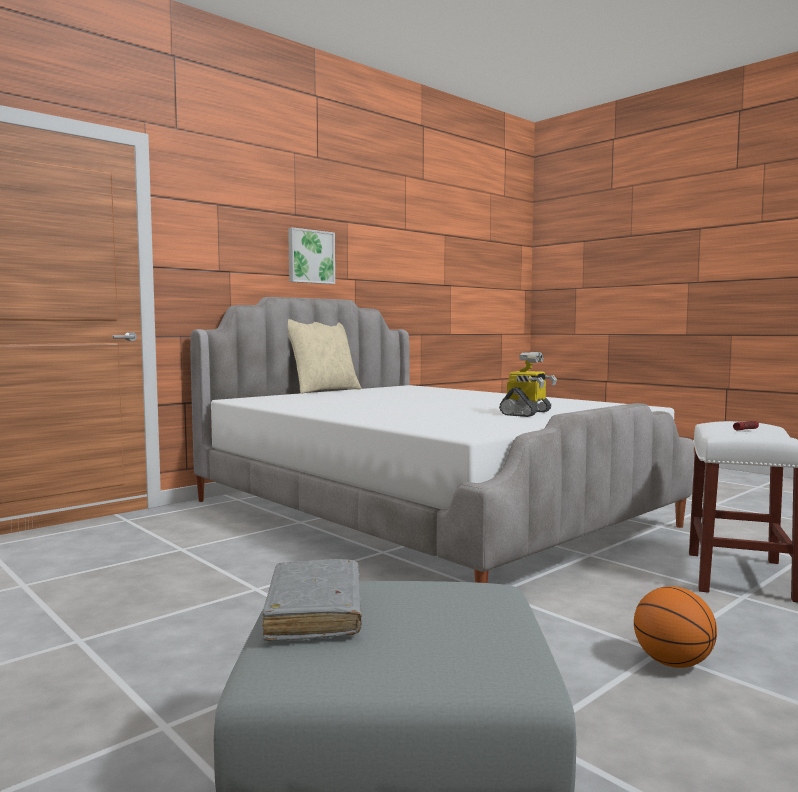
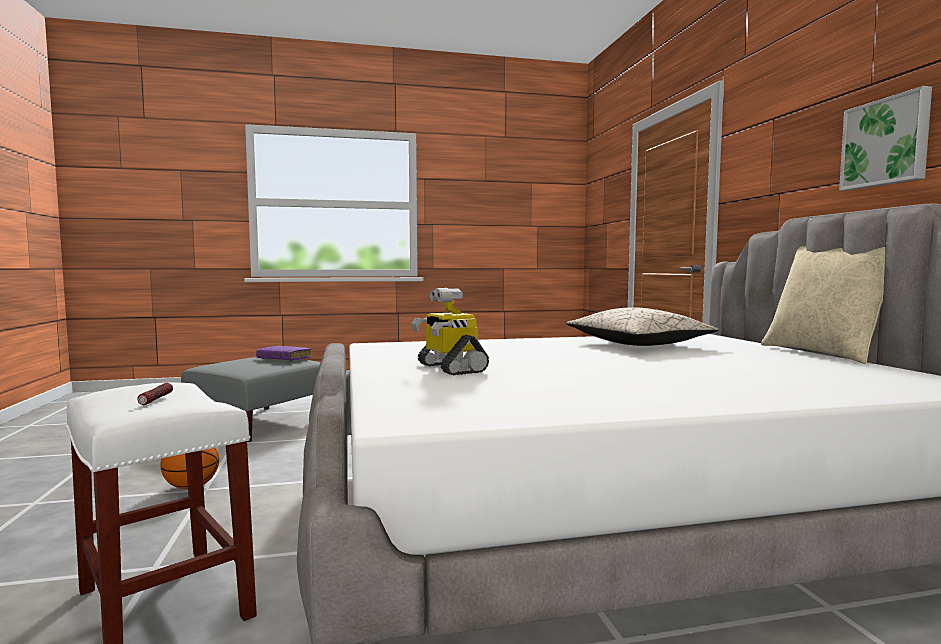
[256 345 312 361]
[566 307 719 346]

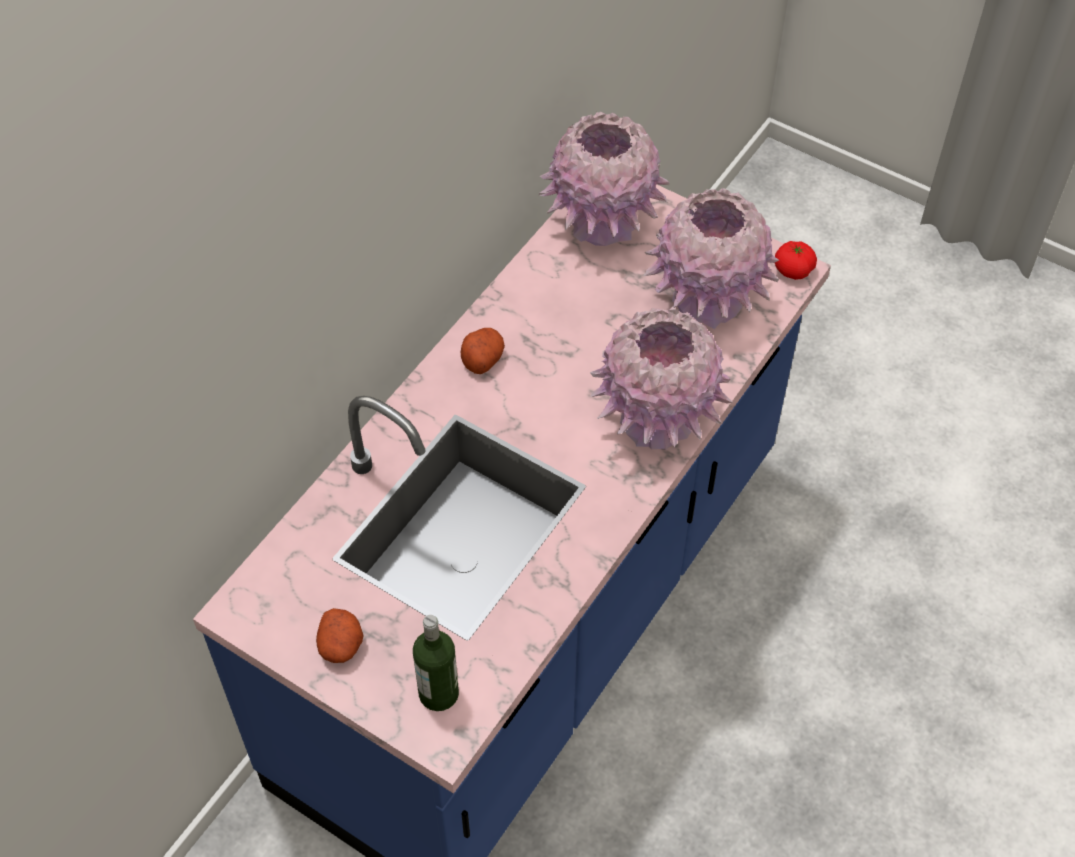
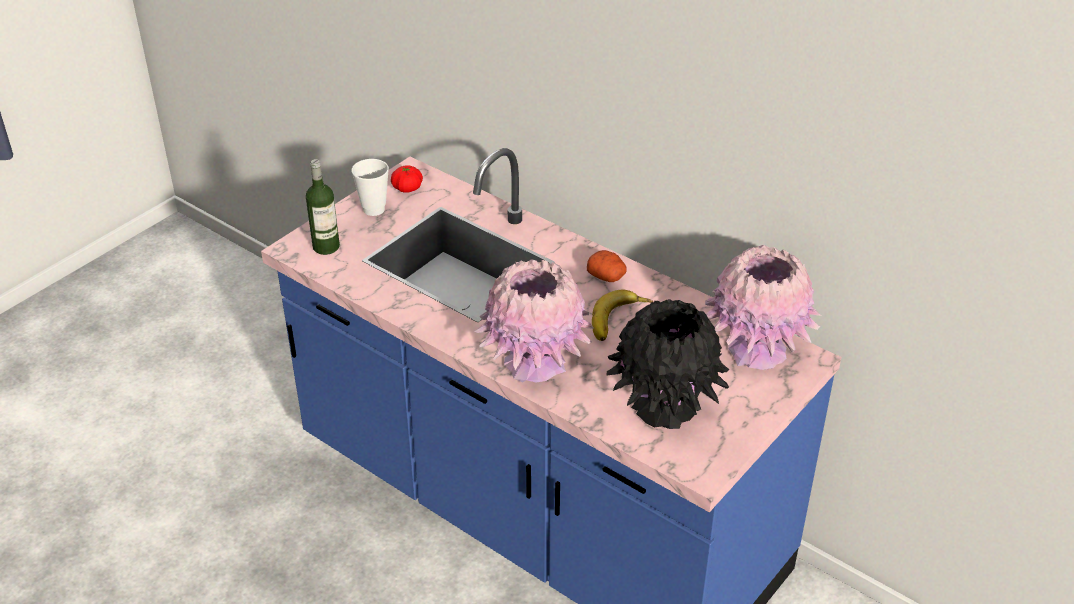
[352 159 389 216]
[607 299 729 429]
[391 165 423 193]
[592 290 653 341]

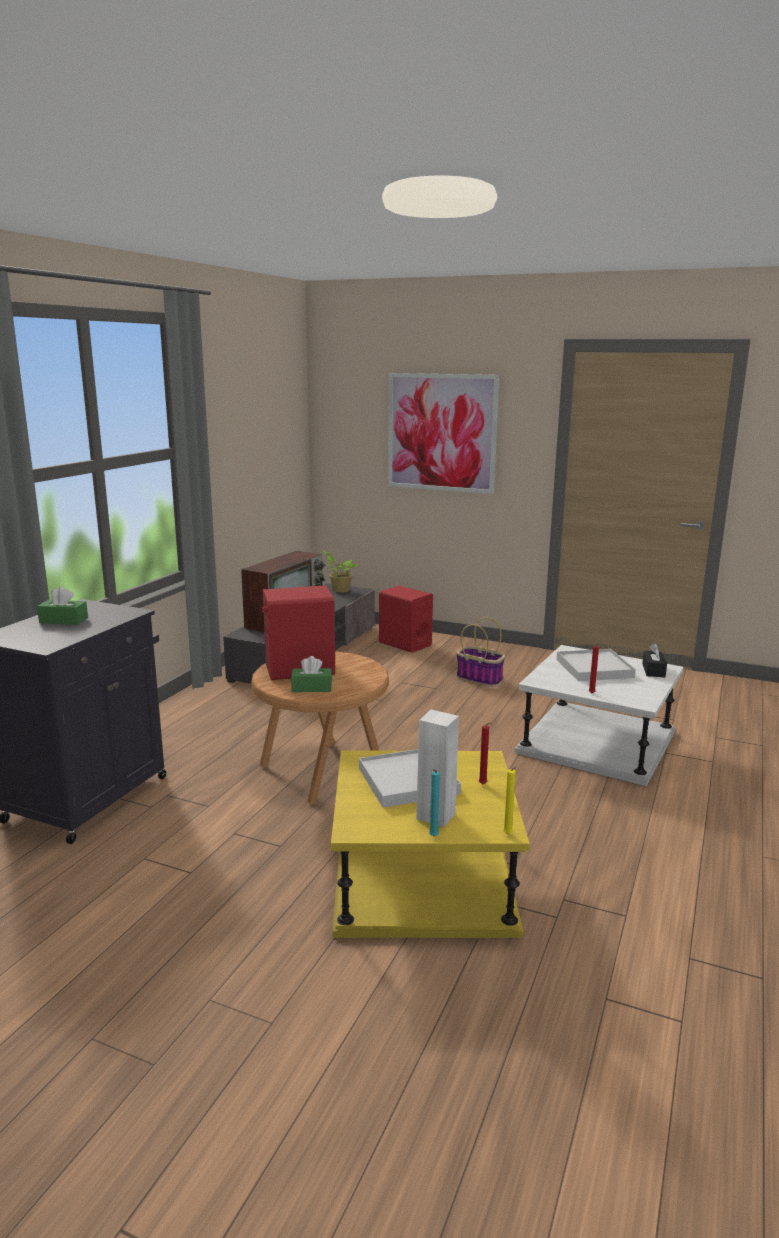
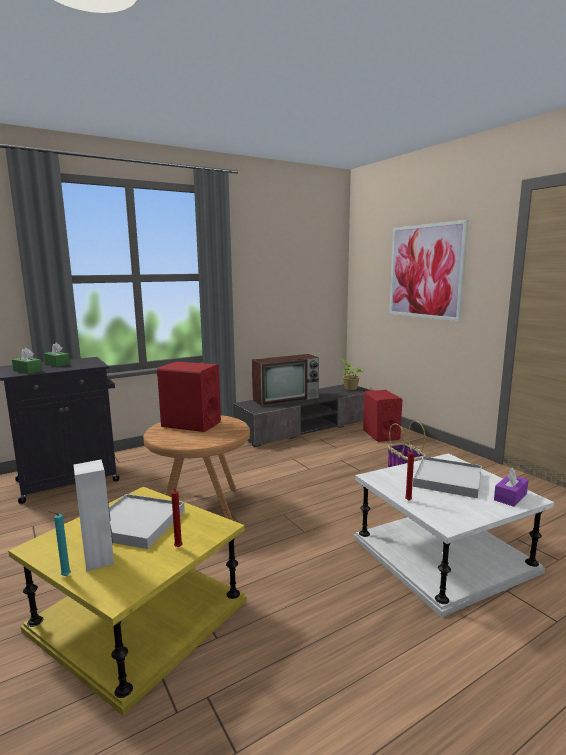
[12 348 43 374]
[503 767 516 834] (first image)
[494 468 529 507]

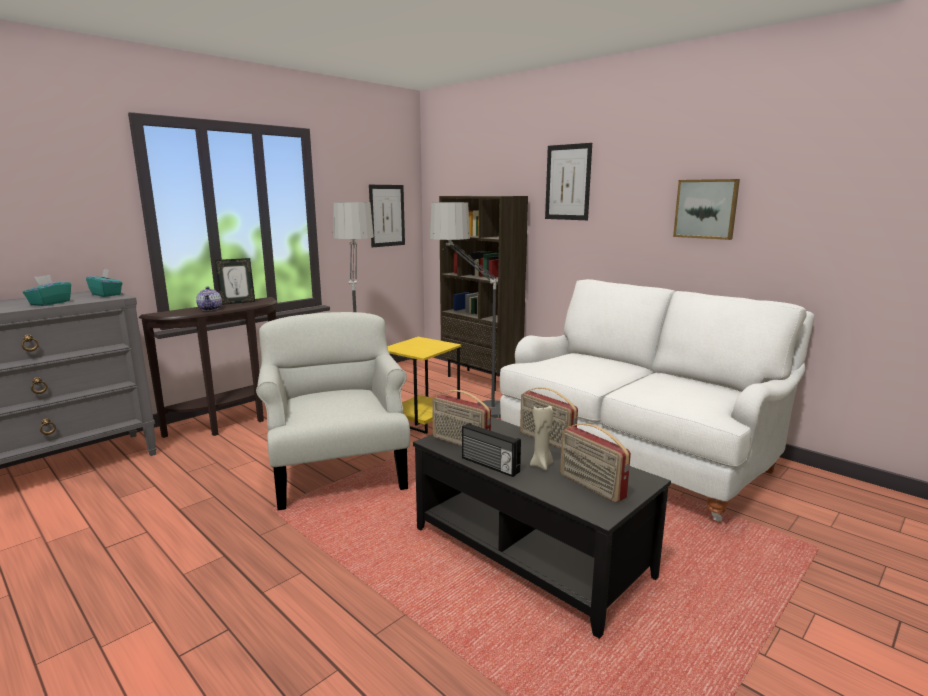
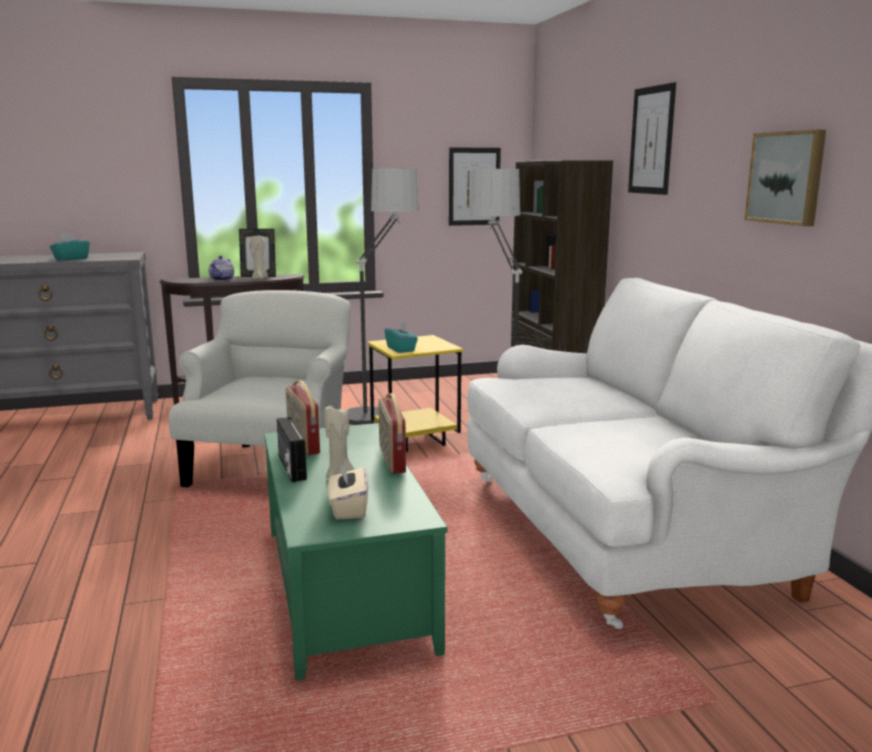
[384 321 418 353]
[264 423 448 681]
[328 462 368 519]
[251 236 268 279]

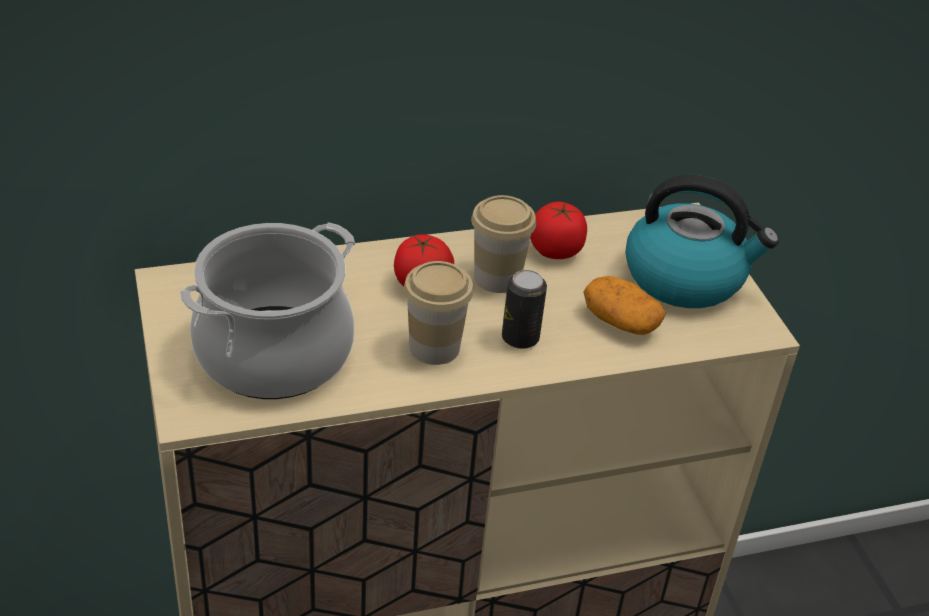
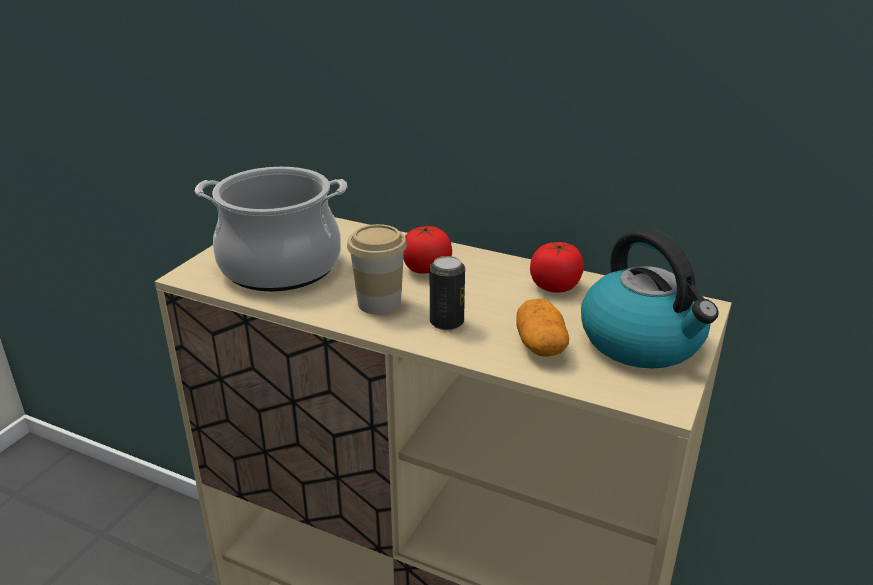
[471 195 536 293] (first image)

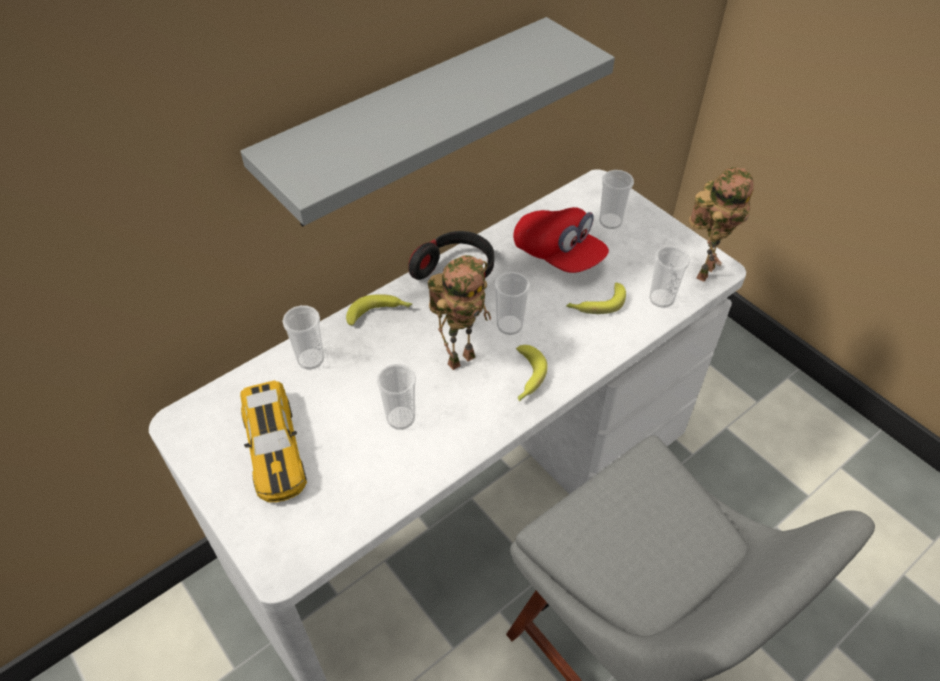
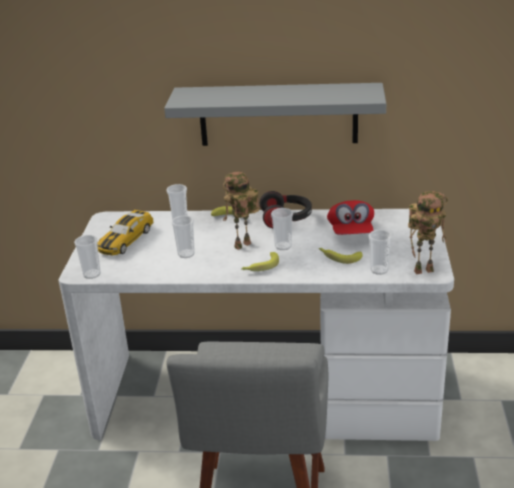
[223 171 259 250]
[74 235 101 279]

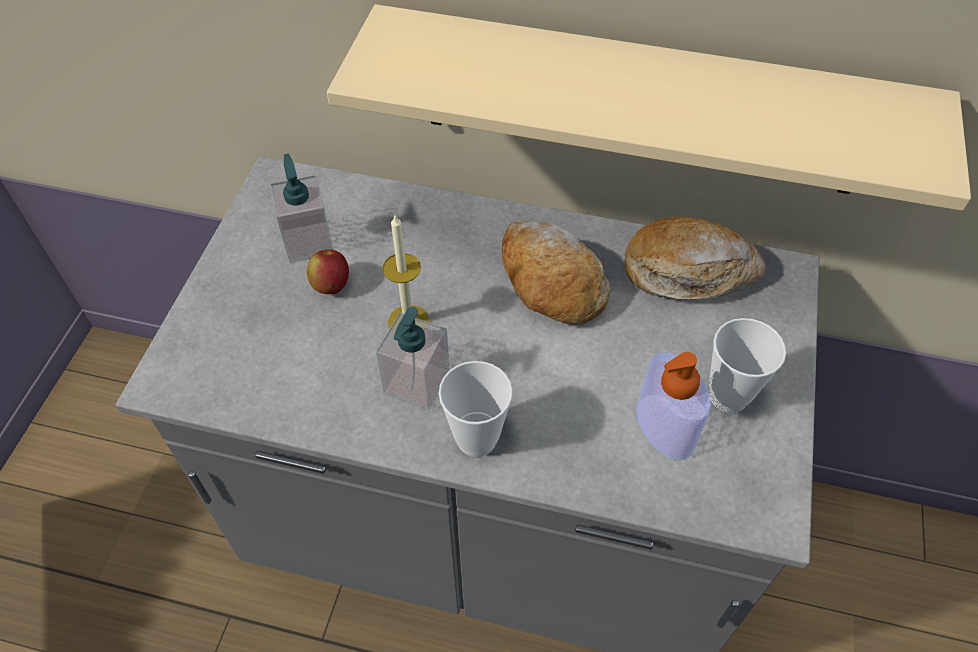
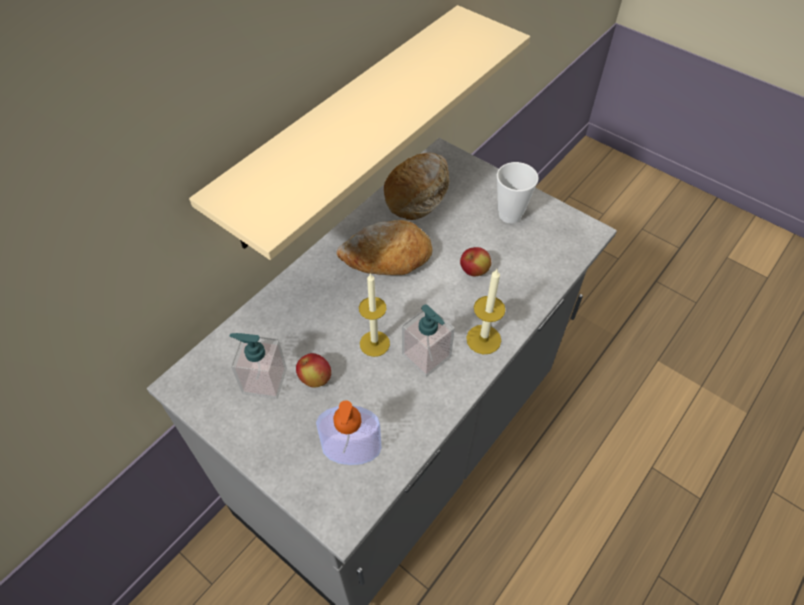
[466 269 505 354]
[316 400 382 465]
[460 247 491 276]

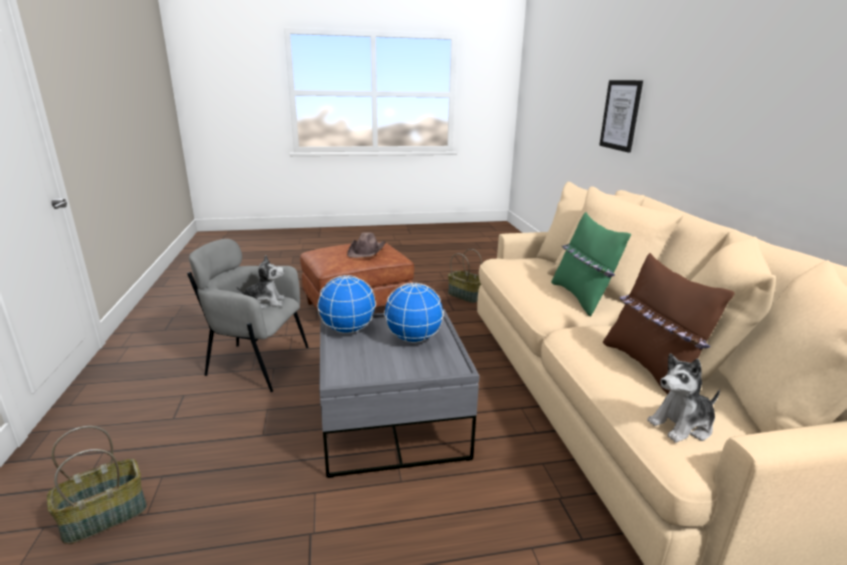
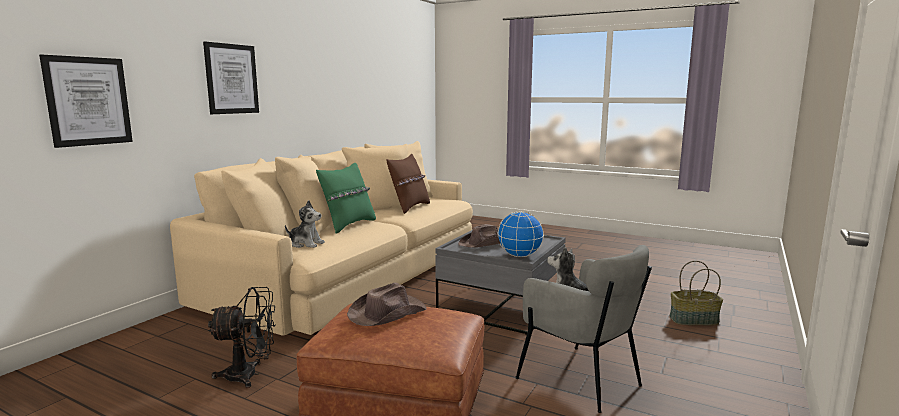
[458 224 501 248]
[208 287 276 388]
[285 200 325 248]
[203 41 259 114]

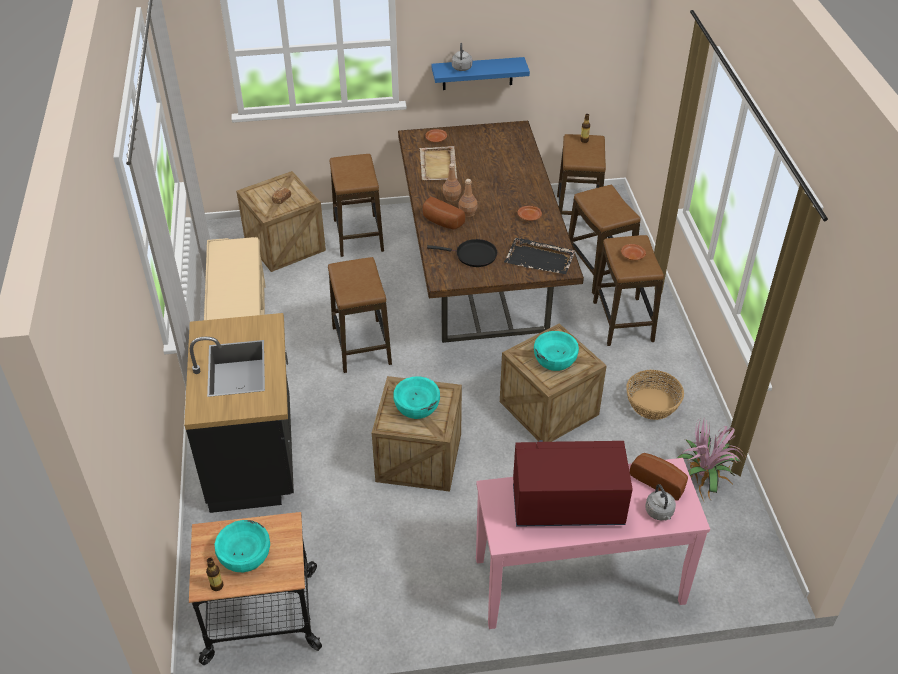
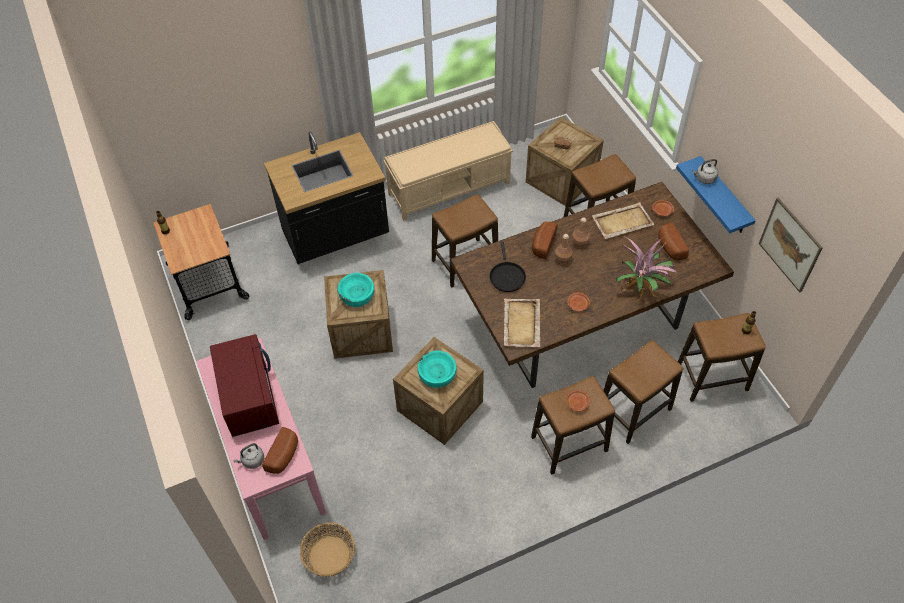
[214 520 270 572] (first image)
[504 299 540 347]
[300 522 355 577]
[616 236 677 301]
[658 222 689 260]
[759 198 823 292]

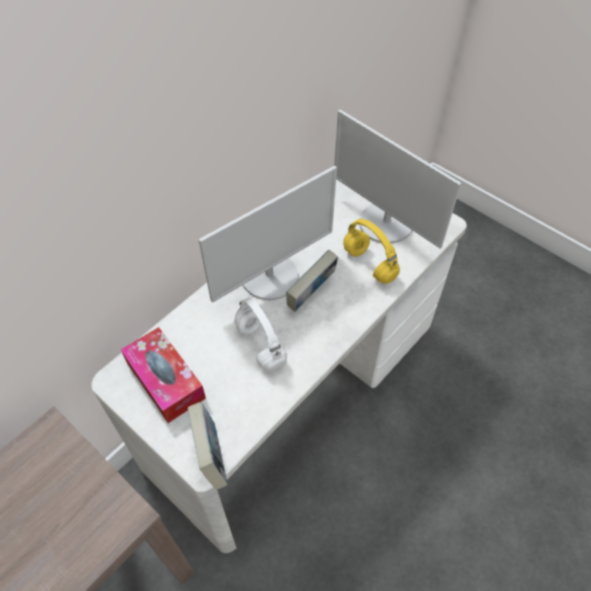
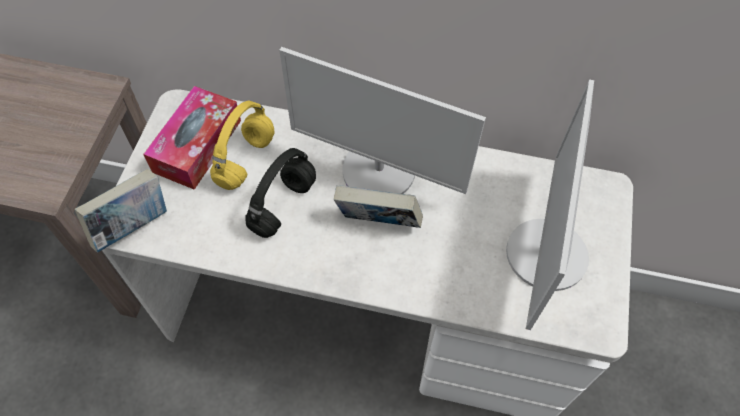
[245 148 316 238]
[210 101 275 190]

